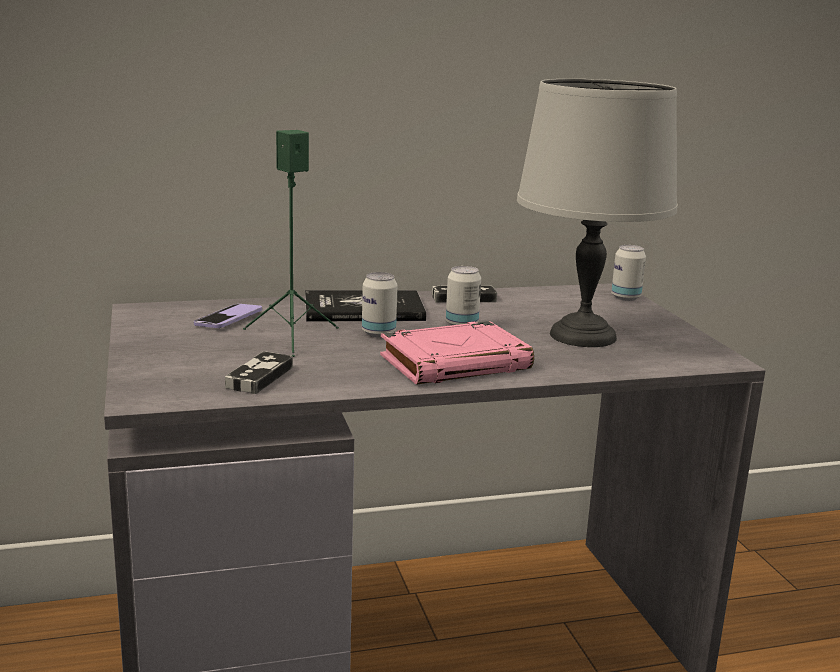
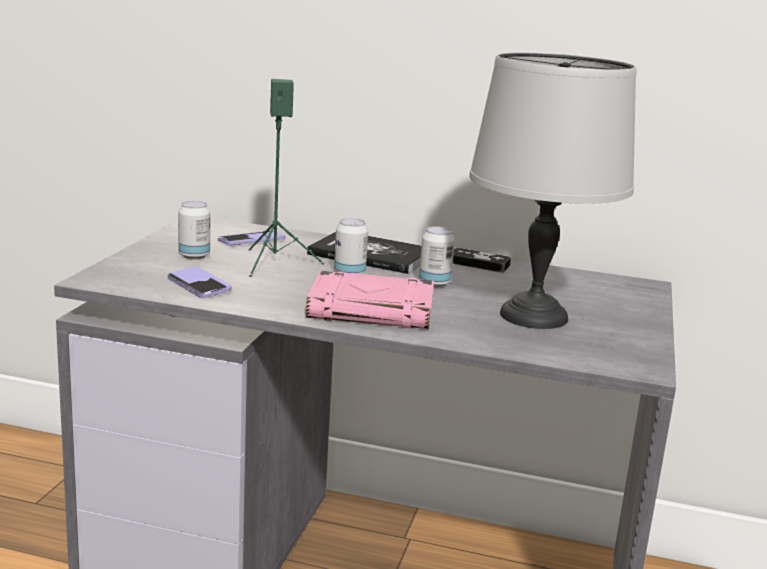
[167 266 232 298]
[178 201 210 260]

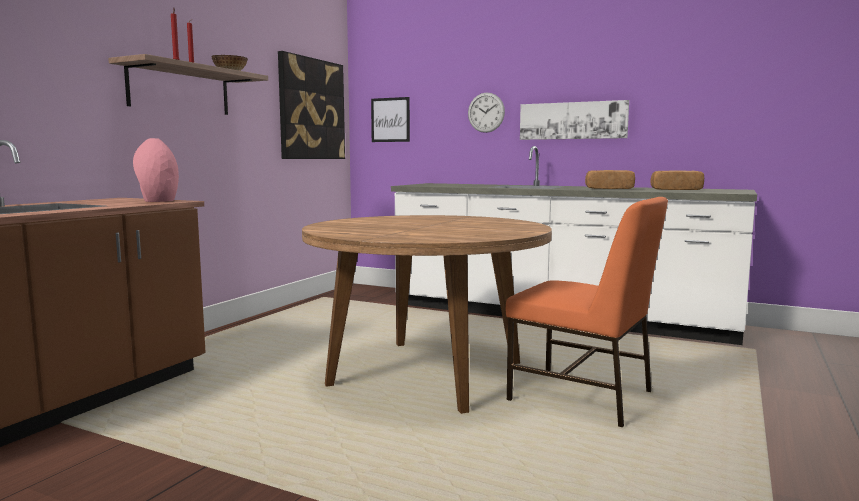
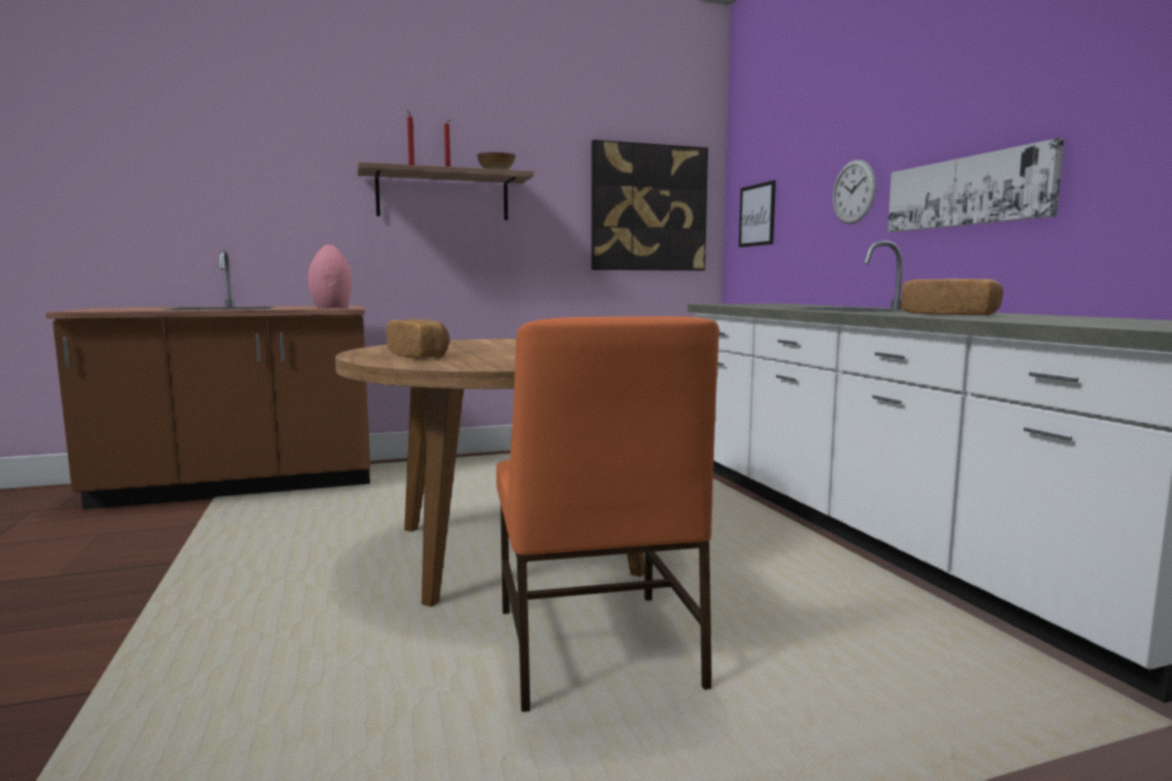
[386 319 450 358]

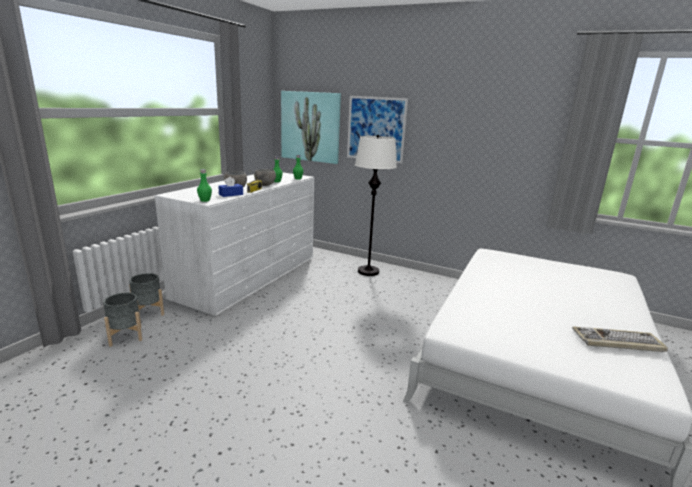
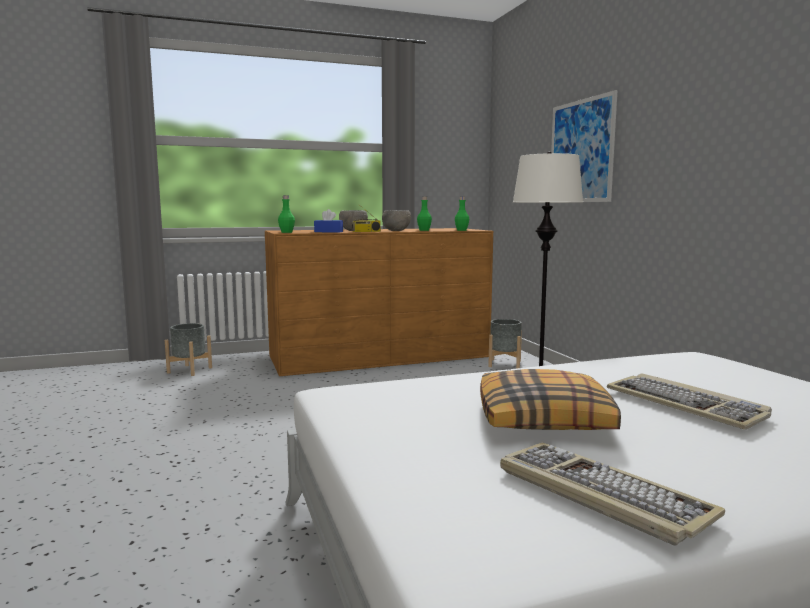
[488 319 522 369]
[265 228 493 376]
[281 91 341 164] (first image)
[480 369 621 430]
[607 373 772 430]

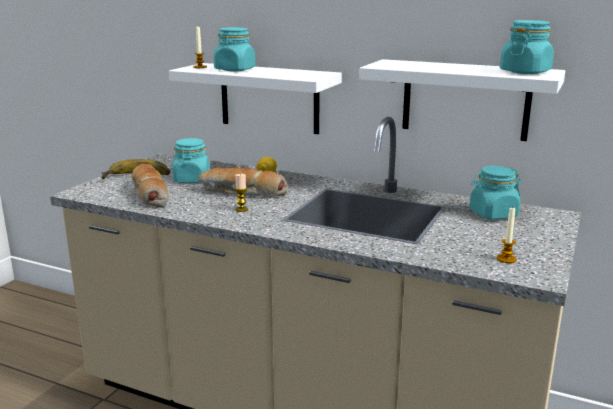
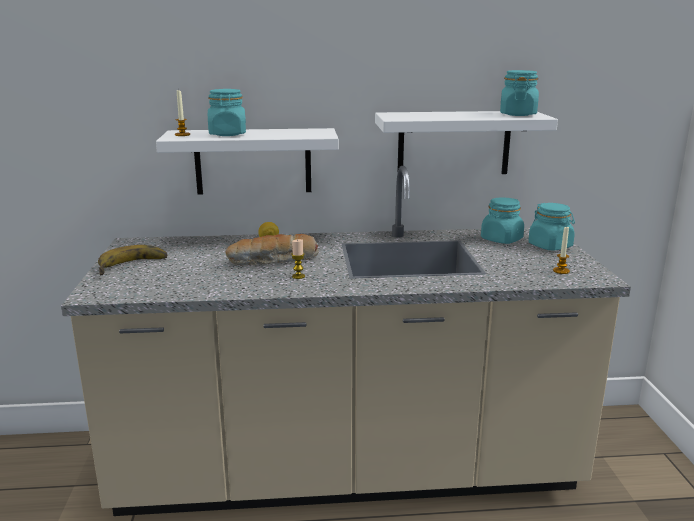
[131 164 168 207] (first image)
[528 203 575 251]

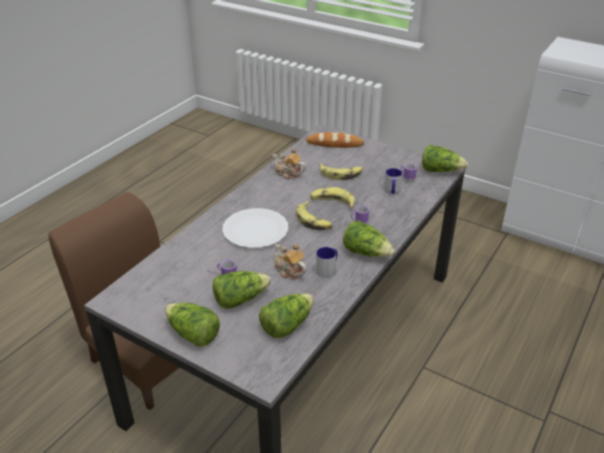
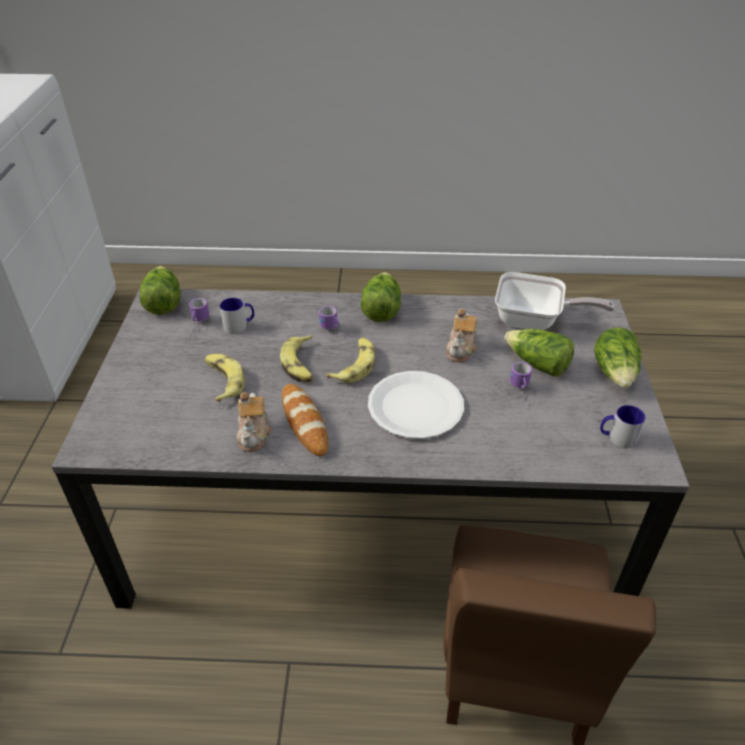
[495 272 615 330]
[282 384 328 456]
[600 405 646 449]

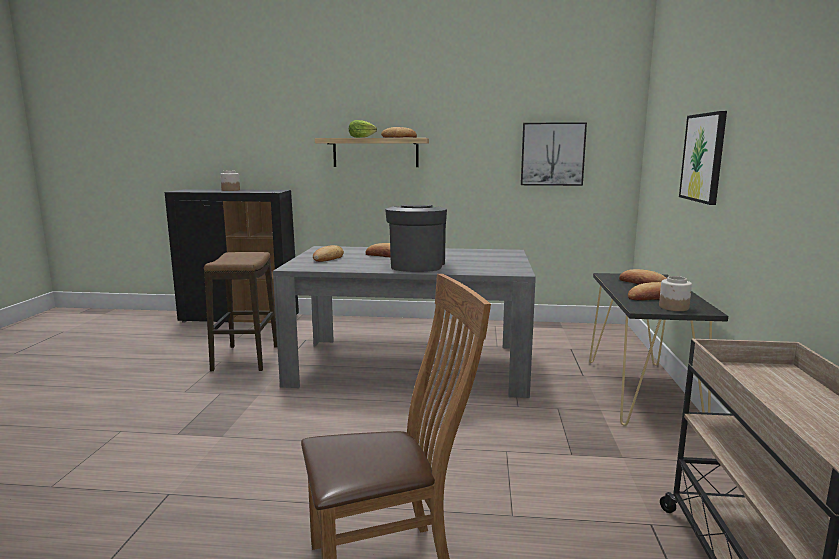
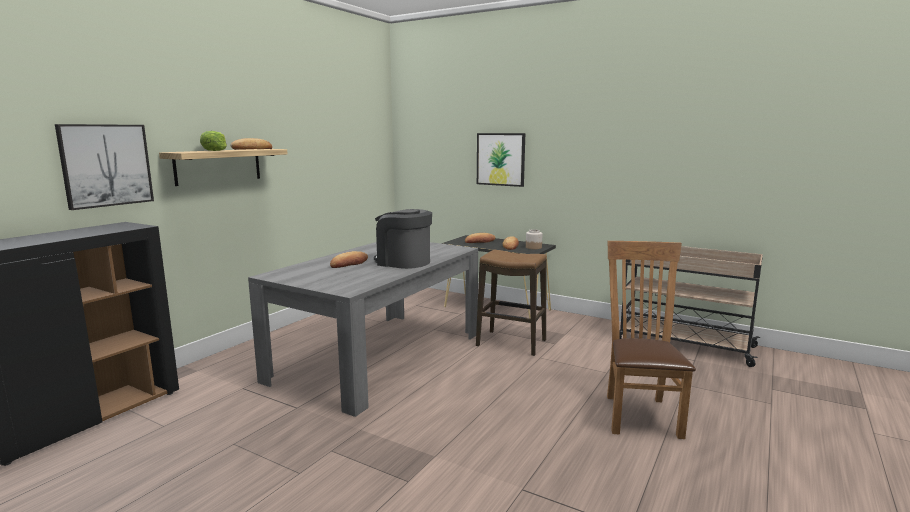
[476 250 547 356]
[220 170 240 191] (first image)
[313 245 344 262] (first image)
[55 124 154 210]

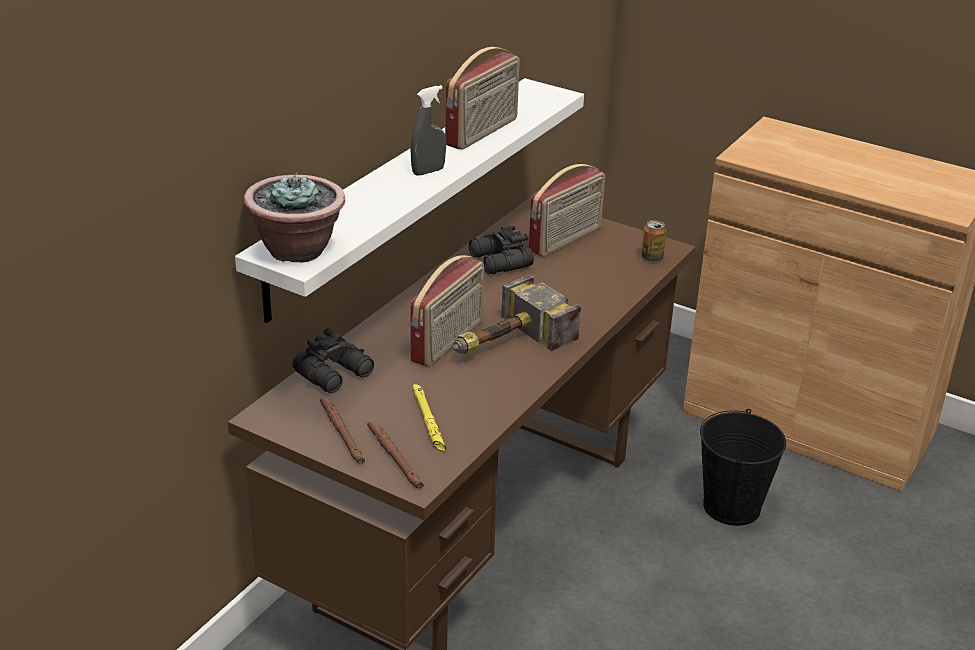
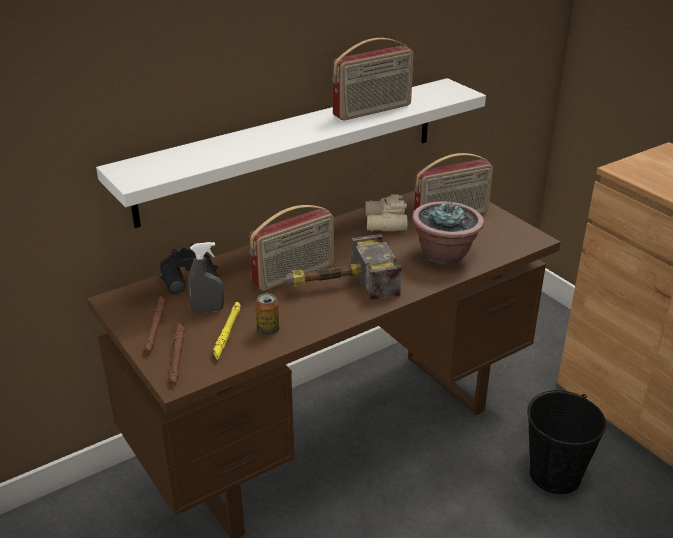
[412 201 484 265]
[188 242 224 313]
[365 195 407 231]
[255 293 280 335]

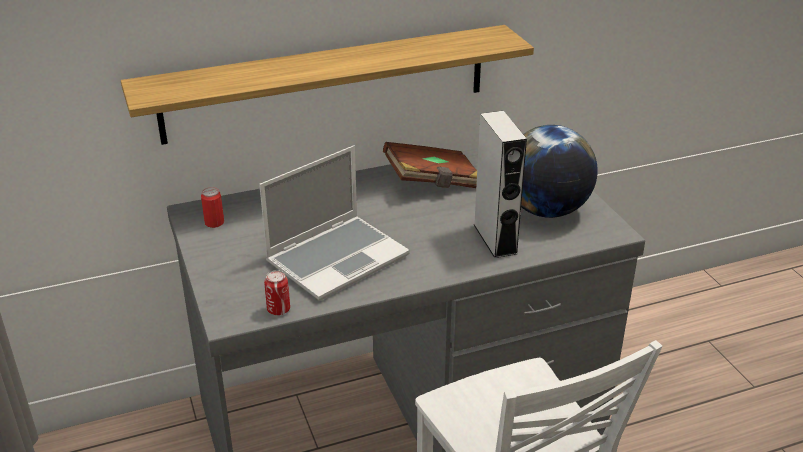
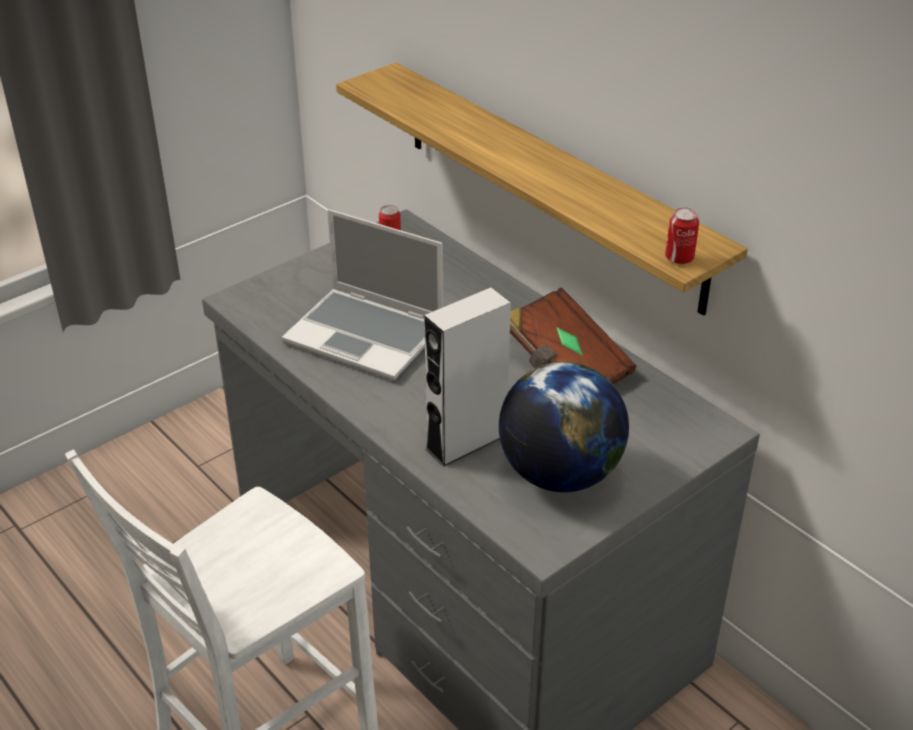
[665 207 699 264]

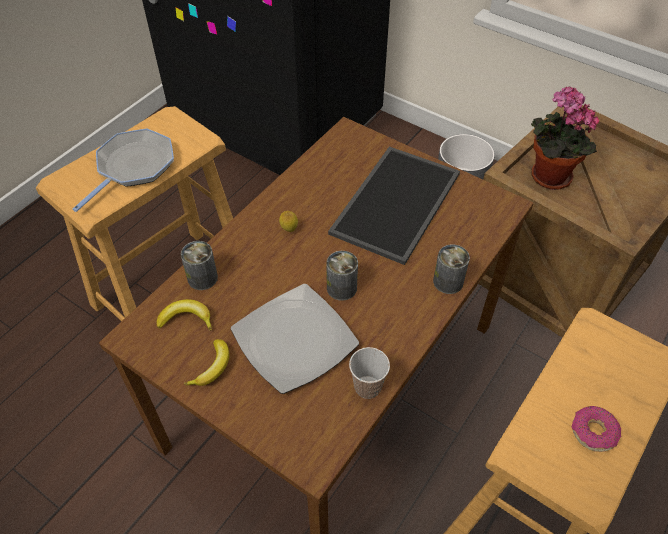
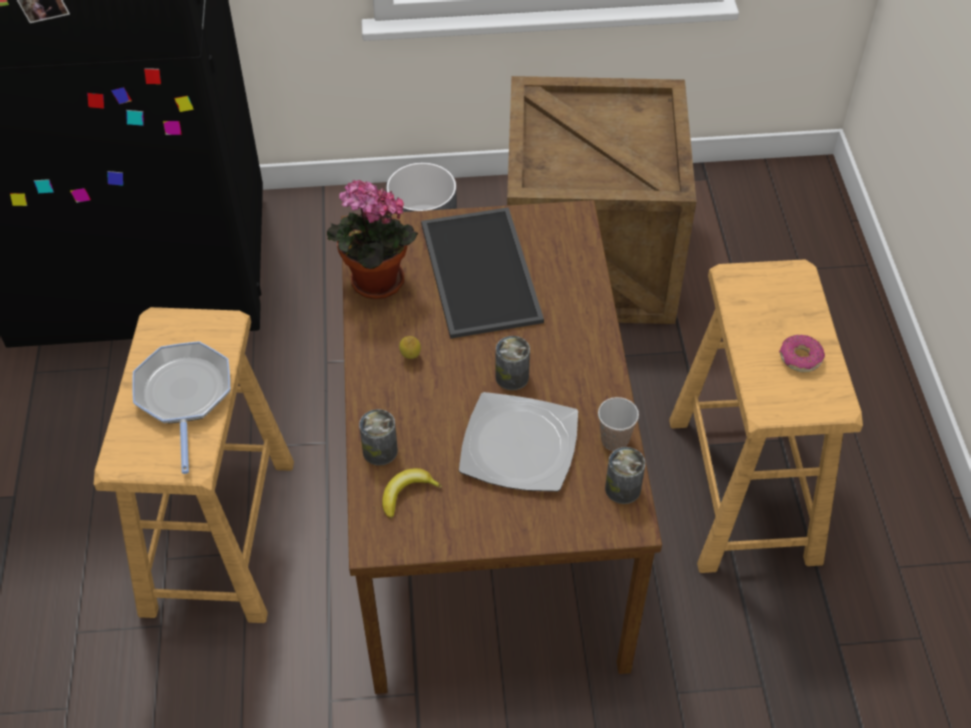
[184 339 230 386] (first image)
[605 447 645 504]
[326 180 418 299]

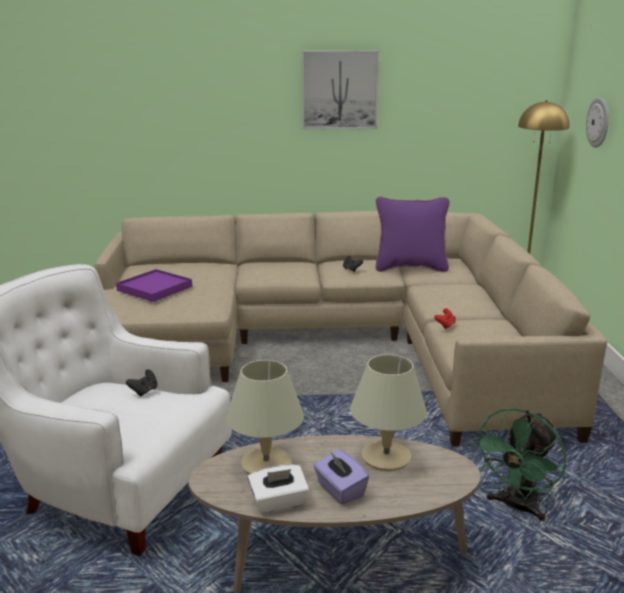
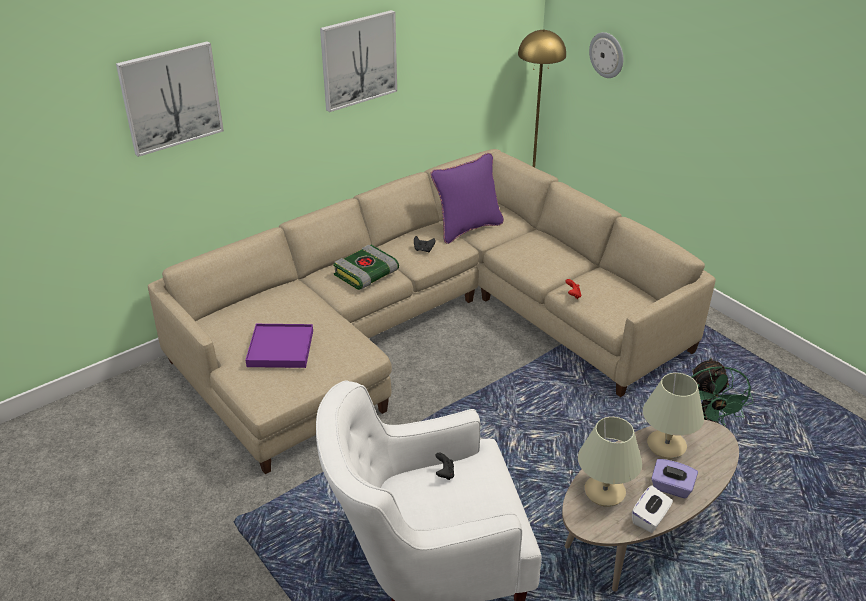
[116 41 224 157]
[333 245 399 290]

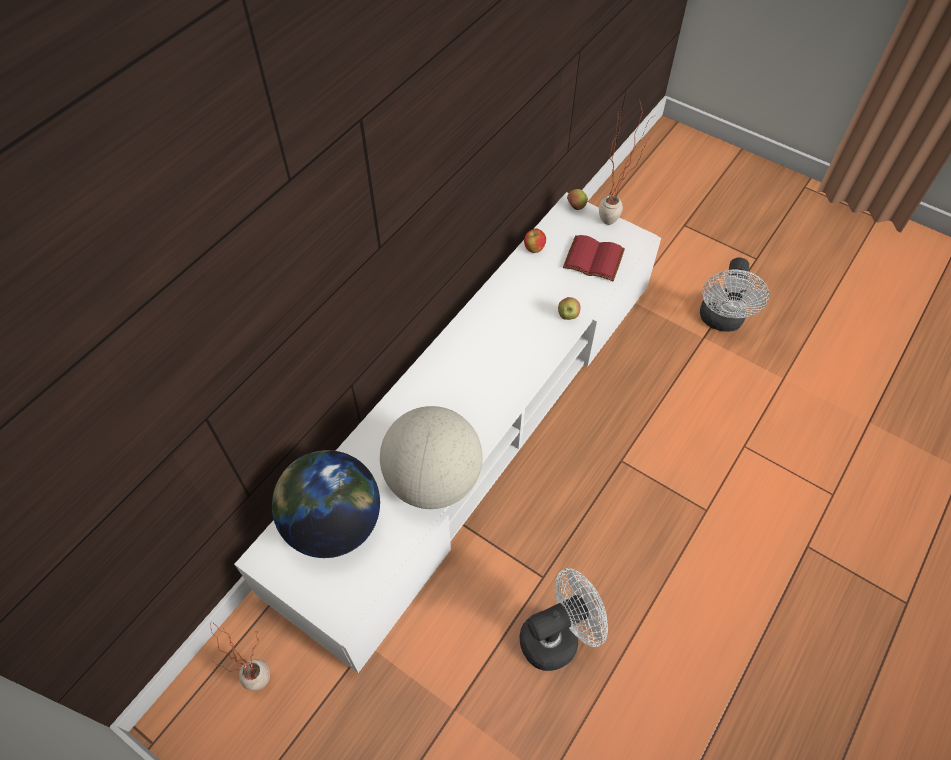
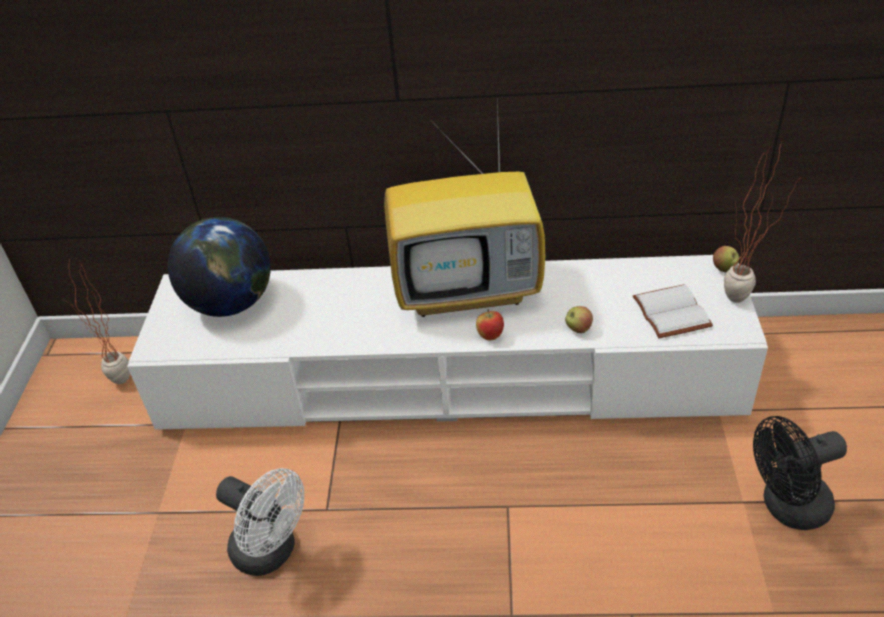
[380 406 483 509] (first image)
[476 309 504 341]
[633 285 713 338]
[753 416 847 530]
[384 101 545 317]

